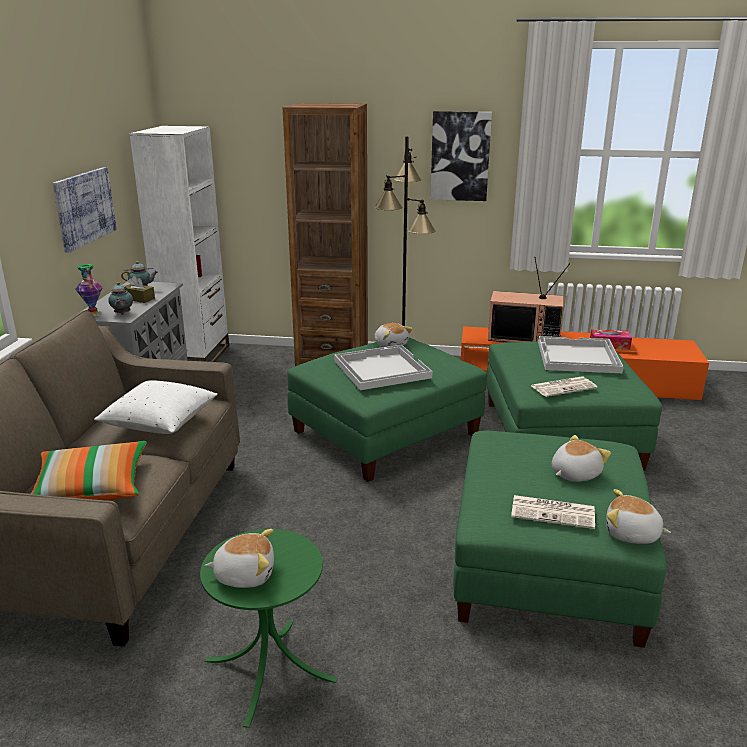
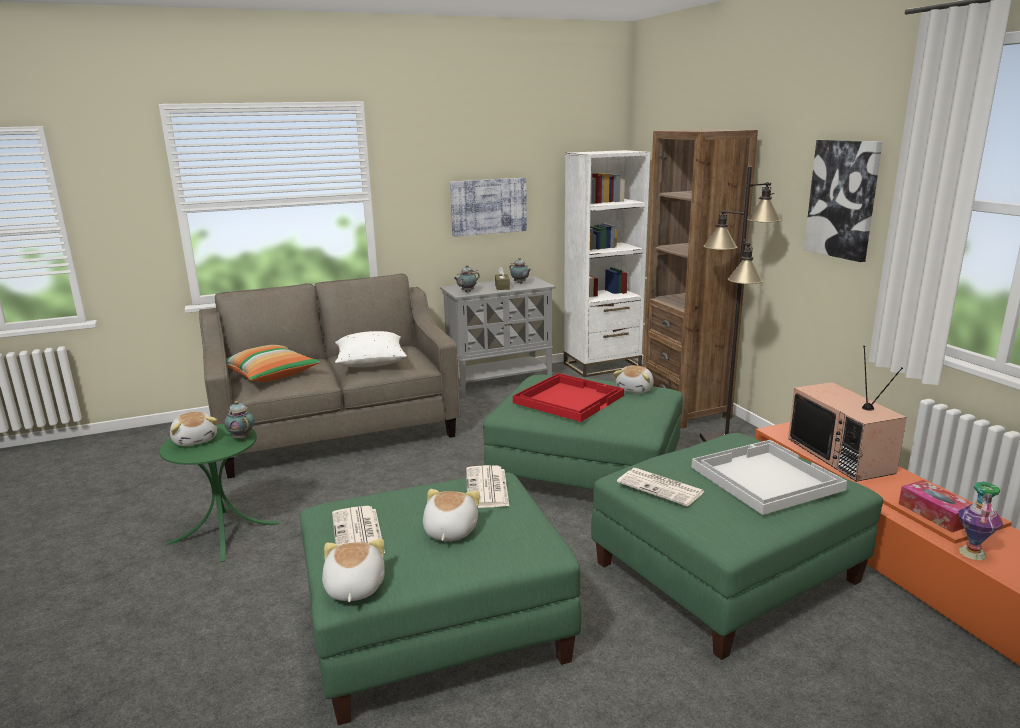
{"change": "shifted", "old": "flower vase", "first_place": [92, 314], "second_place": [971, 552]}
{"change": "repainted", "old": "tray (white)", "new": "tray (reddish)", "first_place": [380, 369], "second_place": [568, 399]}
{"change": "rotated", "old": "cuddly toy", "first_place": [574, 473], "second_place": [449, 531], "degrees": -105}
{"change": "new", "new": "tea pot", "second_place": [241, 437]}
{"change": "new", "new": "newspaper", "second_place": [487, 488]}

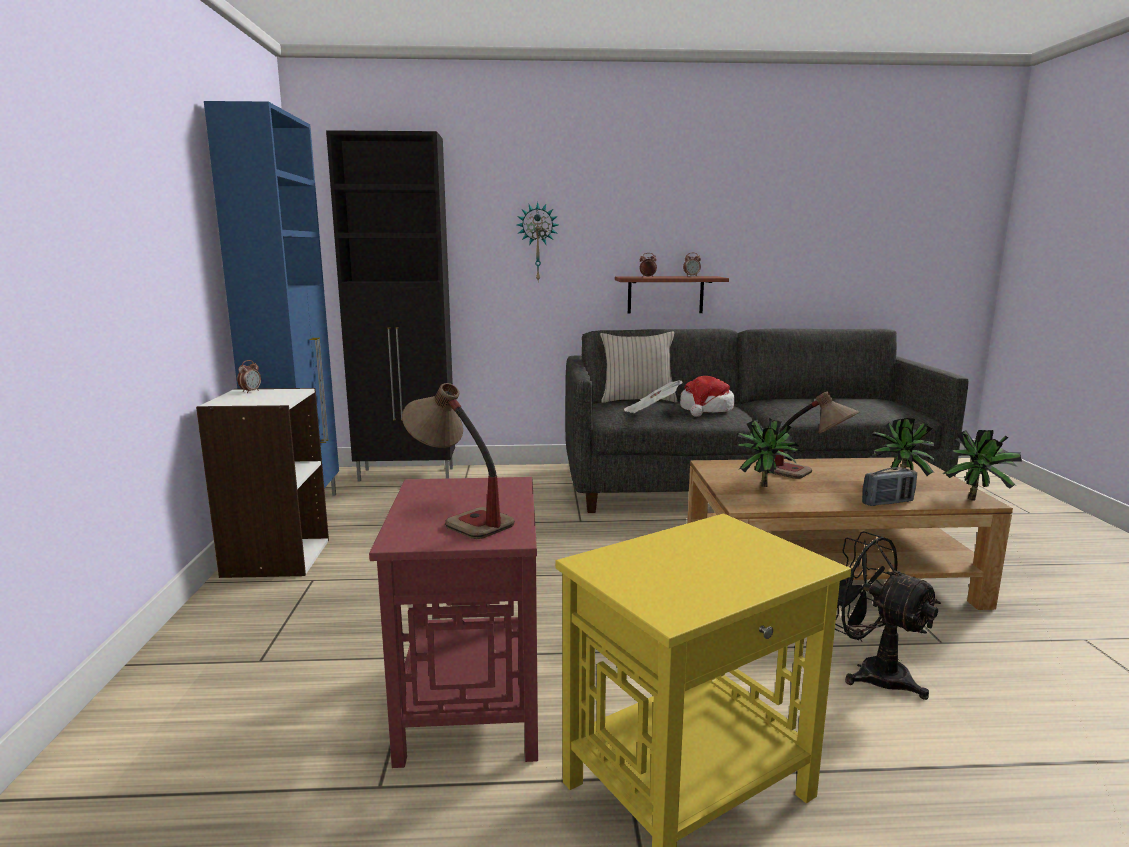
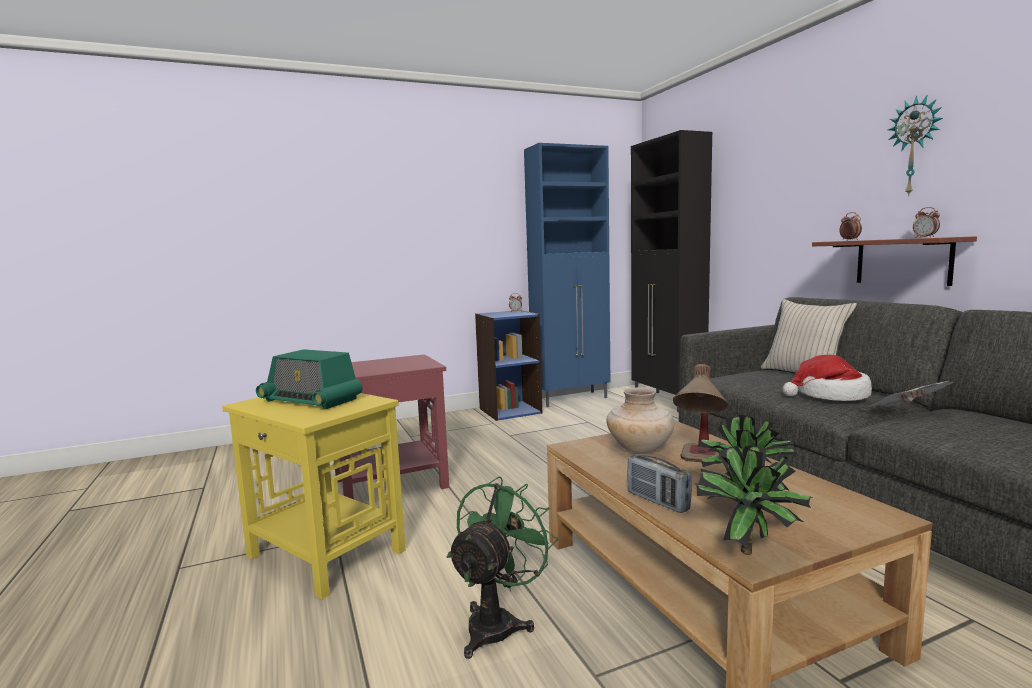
{"change": "shifted", "old": "clock on the wall", "first_place": [537, 242], "second_place": [915, 146]}
{"change": "shifted", "old": "newspaper", "first_place": [651, 412], "second_place": [904, 414]}
{"change": "gone", "old": "tabletop lamp", "first_place": [458, 517]}
{"change": "repainted", "old": "bookcase (white)", "new": "bookcase (bluish)", "first_place": [275, 558], "second_place": [510, 410]}
{"change": "swapped", "old": "plant in a pot", "new": "flower vase (beige-coloured)", "first_place": [764, 485], "second_place": [640, 449]}
{"change": "repainted", "old": "fan (black)", "new": "fan (greenish)", "first_place": [871, 672], "second_place": [498, 622]}
{"change": "new", "new": "radio receiver", "second_place": [311, 400]}

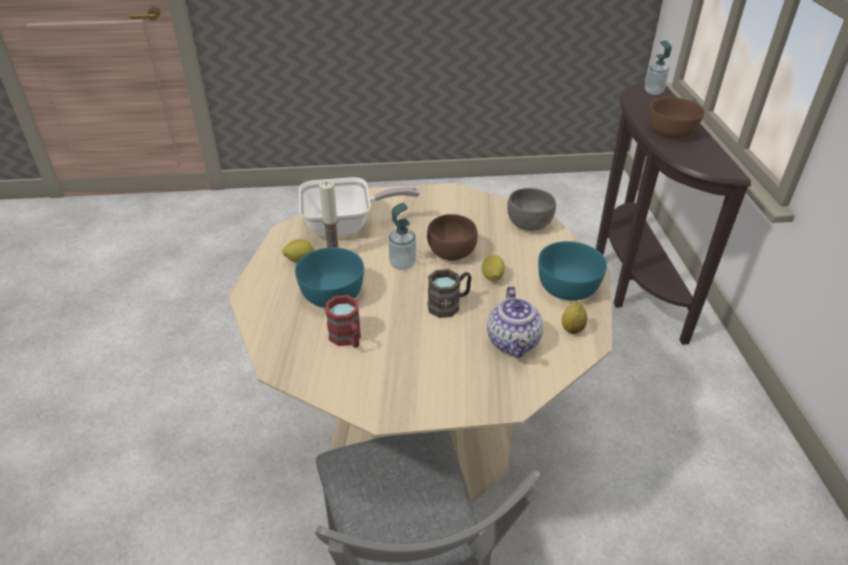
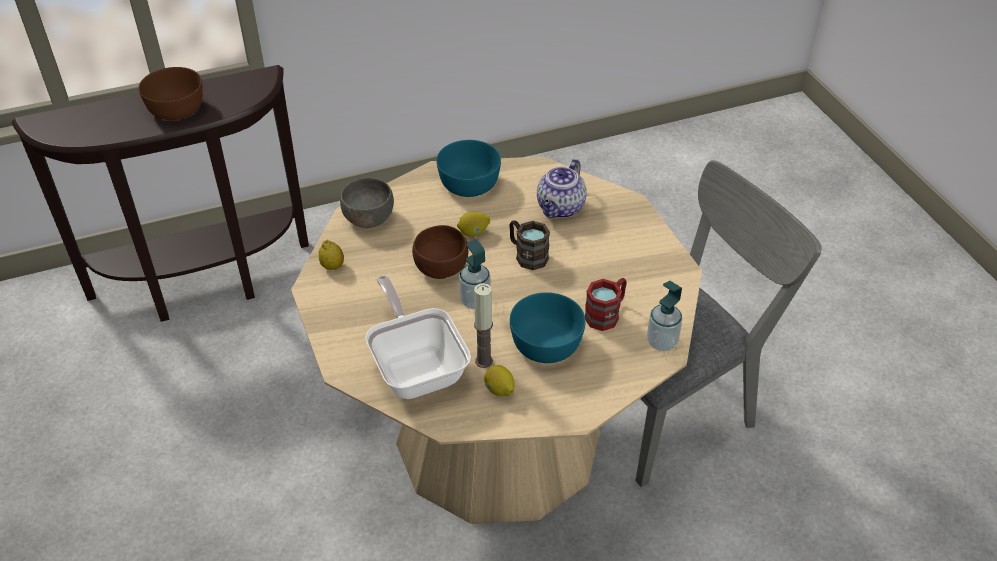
{"change": "shifted", "old": "soap bottle", "first_place": [653, 92], "second_place": [661, 342]}
{"change": "rotated", "old": "tea pot", "first_place": [514, 343], "second_place": [560, 208], "degrees": 135}
{"change": "shifted", "old": "citrus fruit", "first_place": [572, 329], "second_place": [332, 266]}

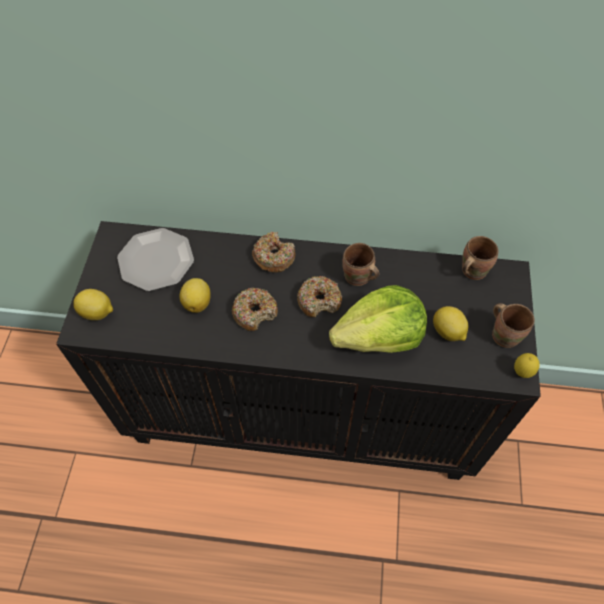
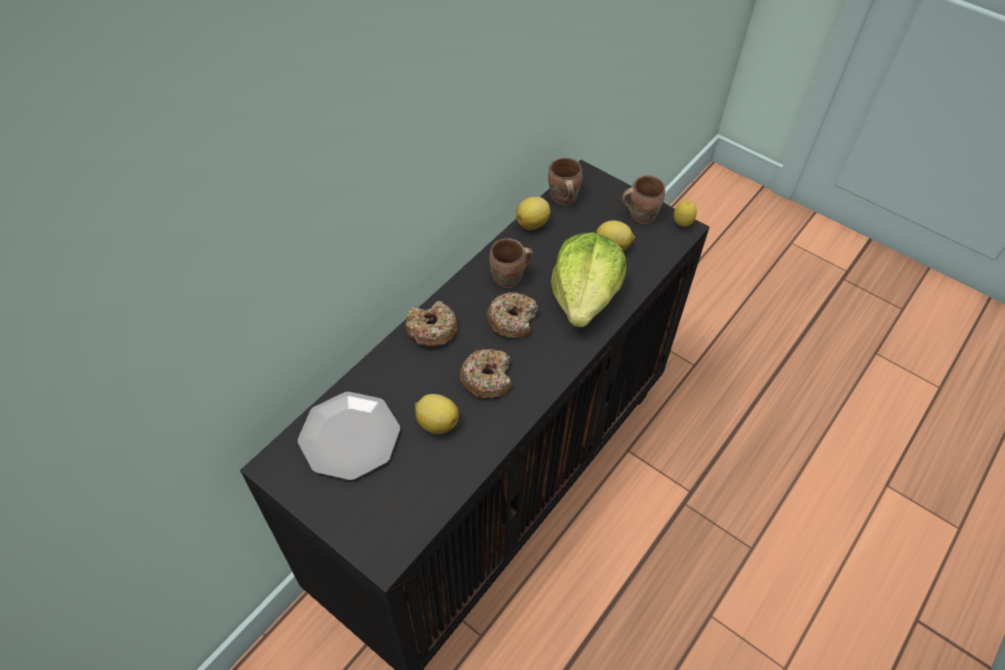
{"change": "shifted", "old": "citrus fruit", "first_place": [97, 313], "second_place": [533, 224]}

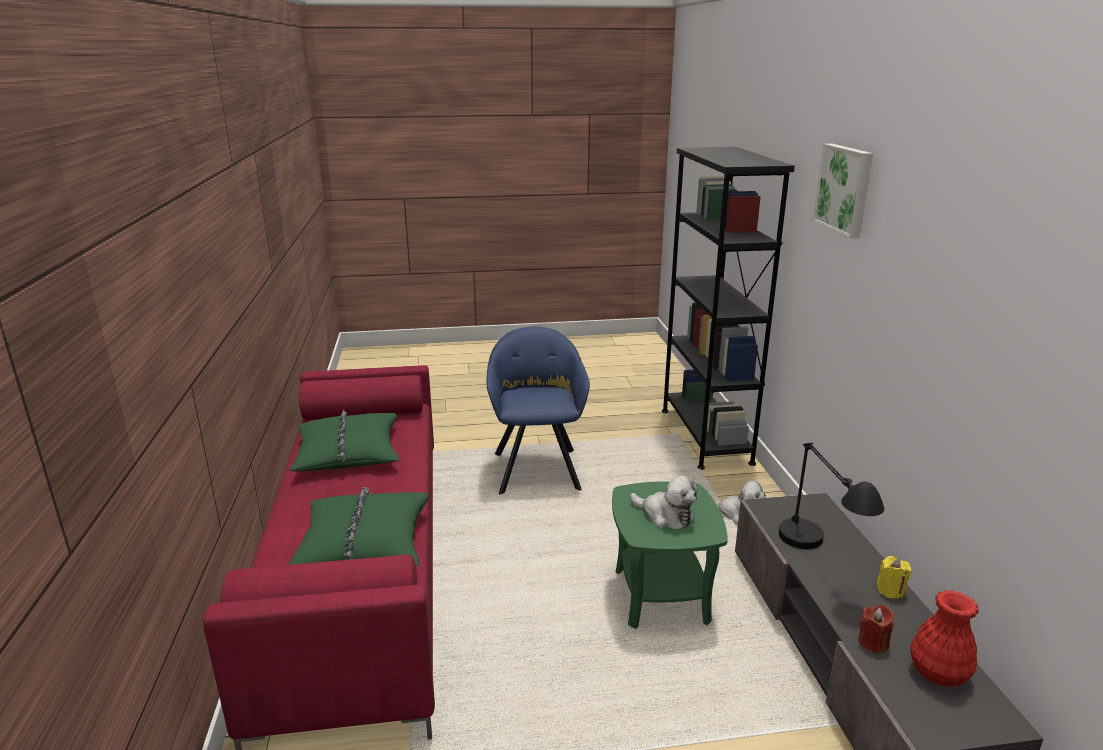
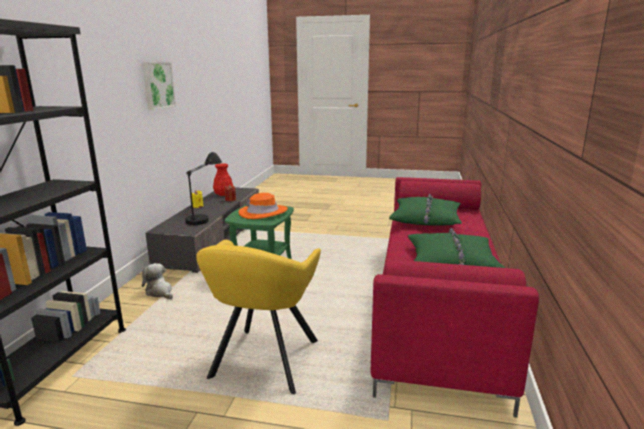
{"change": "shifted", "old": "wall art", "first_place": [845, 189], "second_place": [157, 85]}
{"change": "repainted", "old": "lounge chair (bluish)", "new": "lounge chair (yellow-coloured)", "first_place": [537, 468], "second_place": [263, 362]}
{"change": "swapped", "old": "cuddly toy", "new": "clothing hat (orangey)", "first_place": [665, 515], "second_place": [263, 212]}

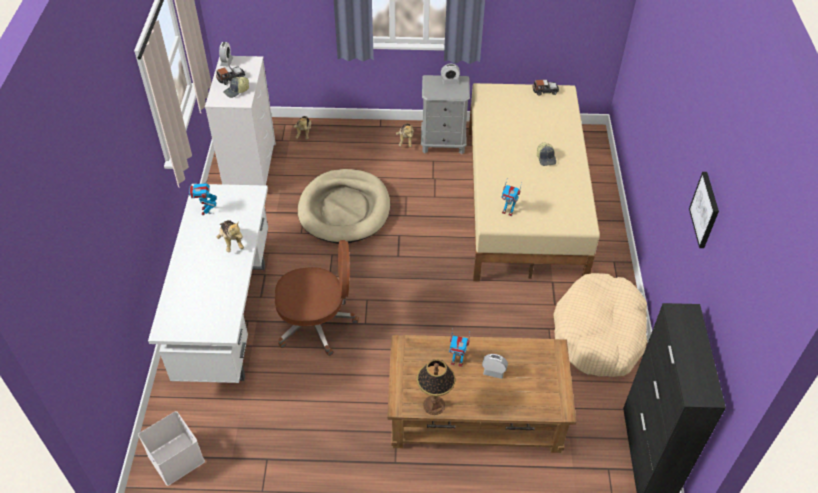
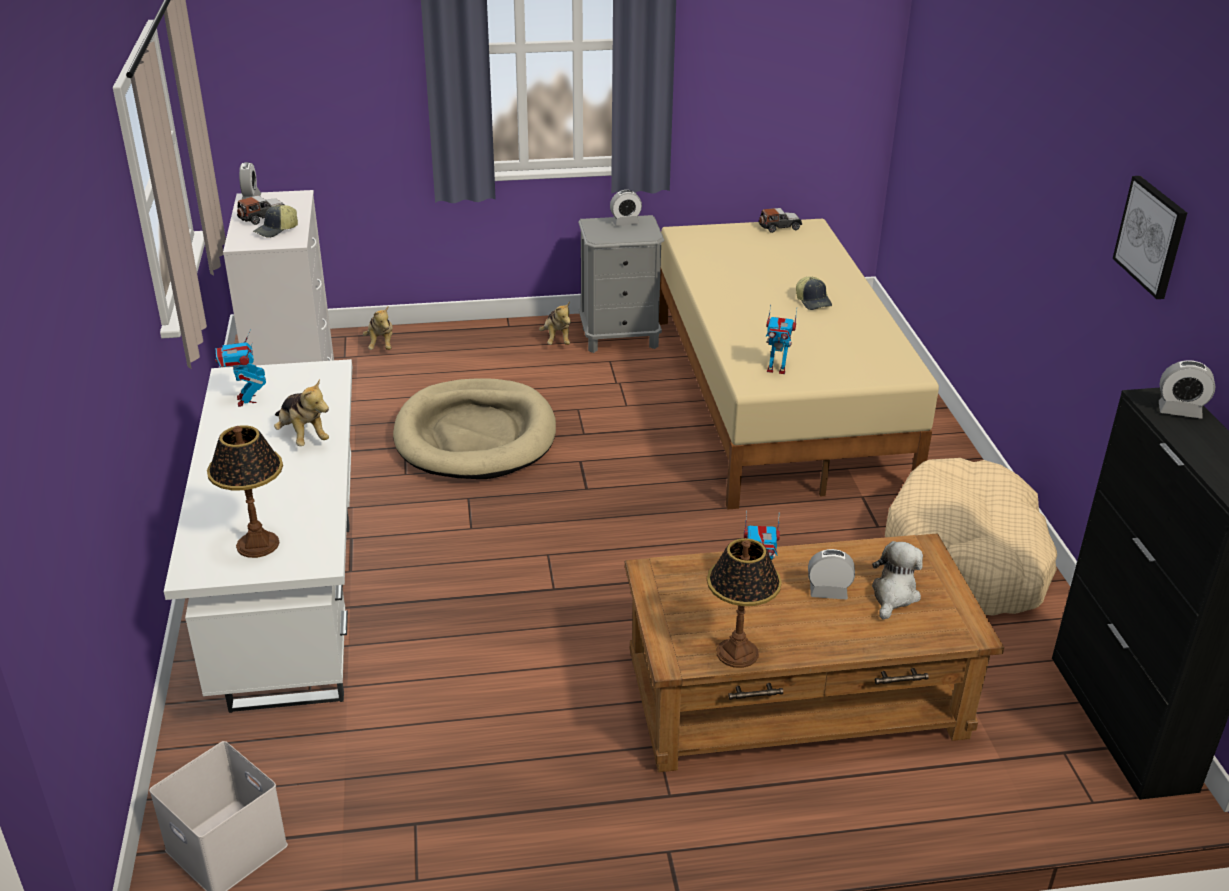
{"change": "gone", "old": "computer chair (brown-coloured)", "first_place": [317, 323]}
{"change": "new", "new": "table clock", "second_place": [1179, 411]}
{"change": "new", "new": "tabletop lamp", "second_place": [258, 544]}
{"change": "new", "new": "cuddly toy", "second_place": [894, 595]}

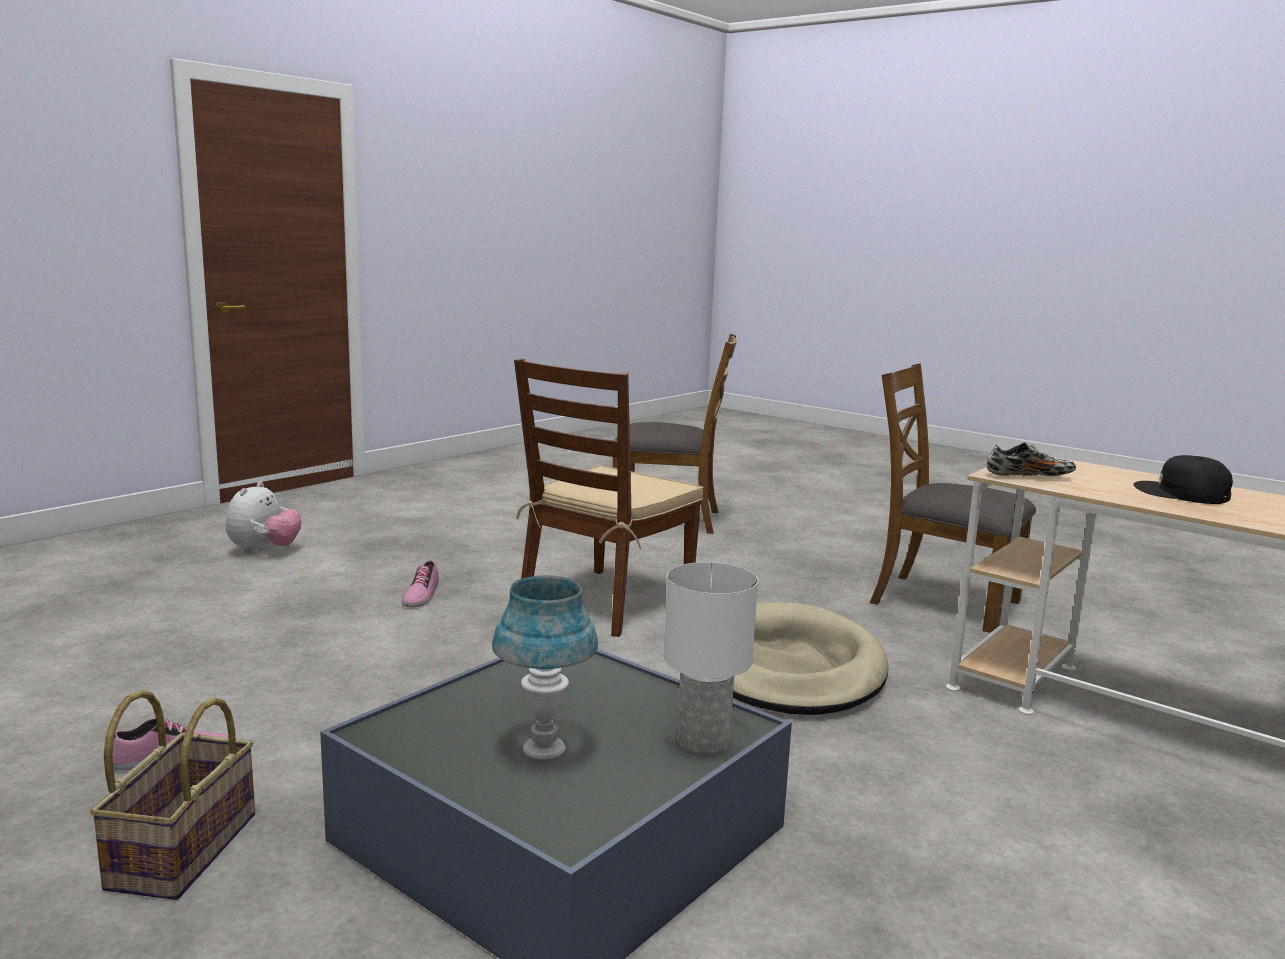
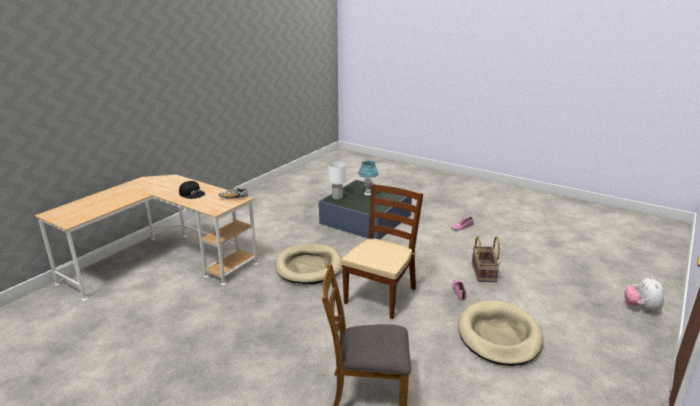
{"change": "gone", "old": "chair (brown-coloured)", "first_place": [943, 602]}
{"change": "shifted", "old": "cuddly toy", "first_place": [264, 550], "second_place": [641, 308]}
{"change": "shifted", "old": "storage basket", "first_place": [181, 850], "second_place": [484, 273]}
{"change": "new", "new": "dog bed (beige-coloured)", "second_place": [499, 336]}

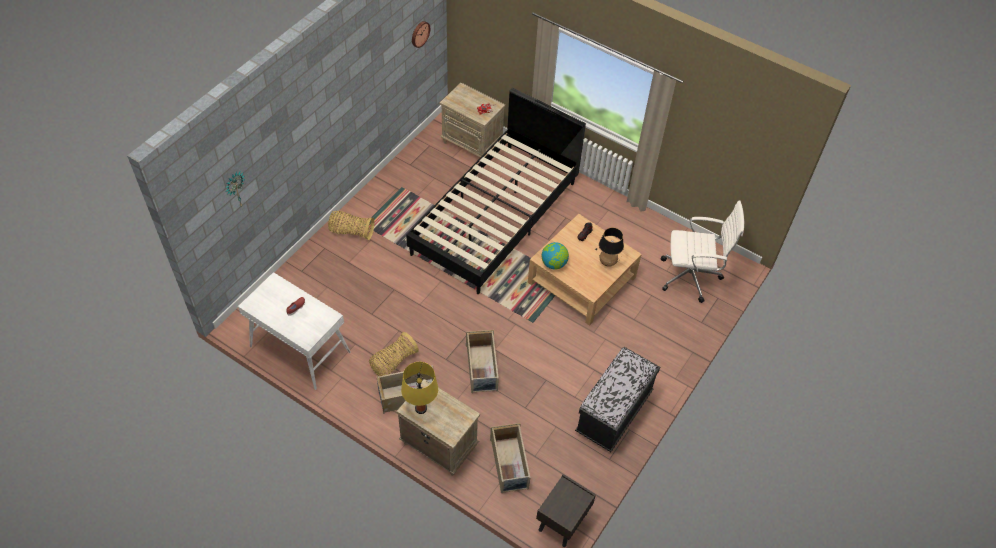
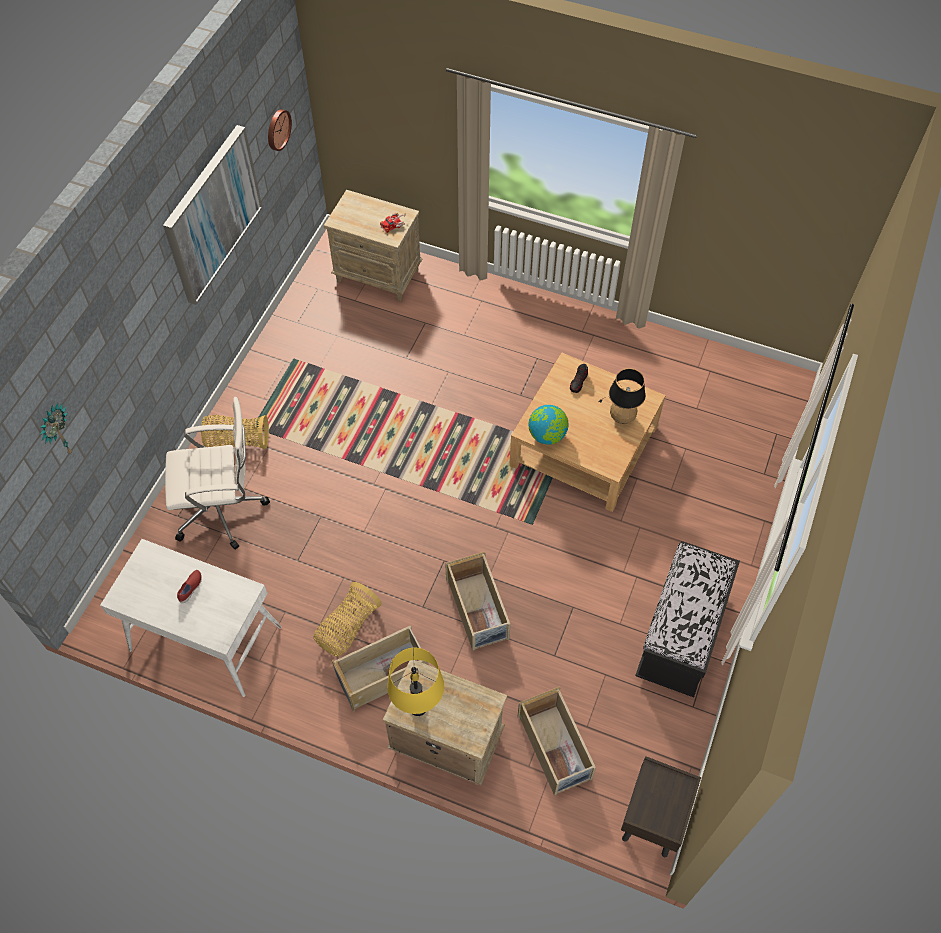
{"change": "gone", "old": "bed (black)", "first_place": [495, 217]}
{"change": "shifted", "old": "computer chair (white)", "first_place": [692, 276], "second_place": [222, 509]}
{"change": "new", "new": "wall art", "second_place": [212, 214]}

